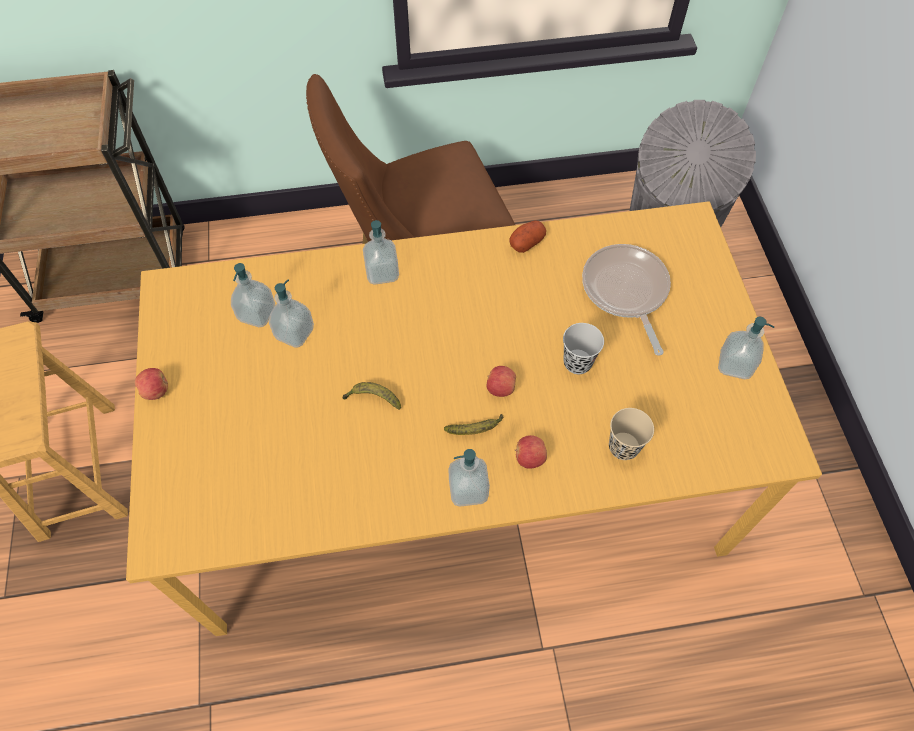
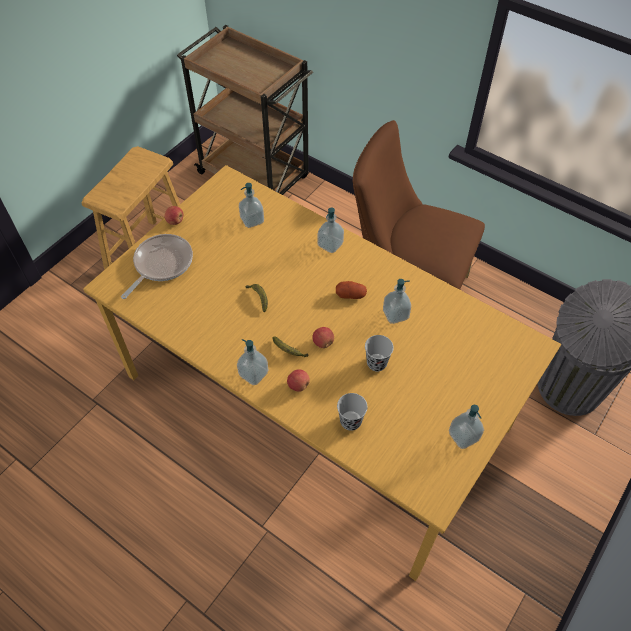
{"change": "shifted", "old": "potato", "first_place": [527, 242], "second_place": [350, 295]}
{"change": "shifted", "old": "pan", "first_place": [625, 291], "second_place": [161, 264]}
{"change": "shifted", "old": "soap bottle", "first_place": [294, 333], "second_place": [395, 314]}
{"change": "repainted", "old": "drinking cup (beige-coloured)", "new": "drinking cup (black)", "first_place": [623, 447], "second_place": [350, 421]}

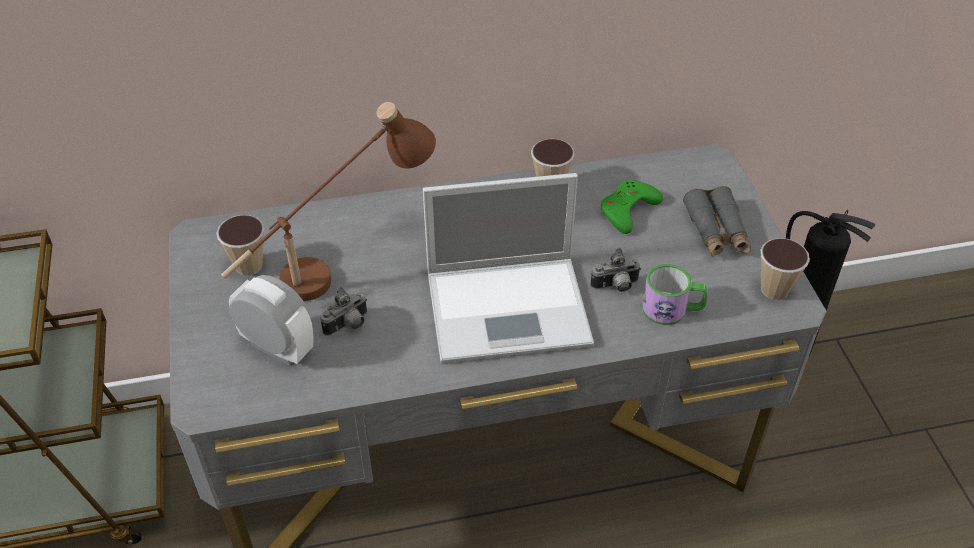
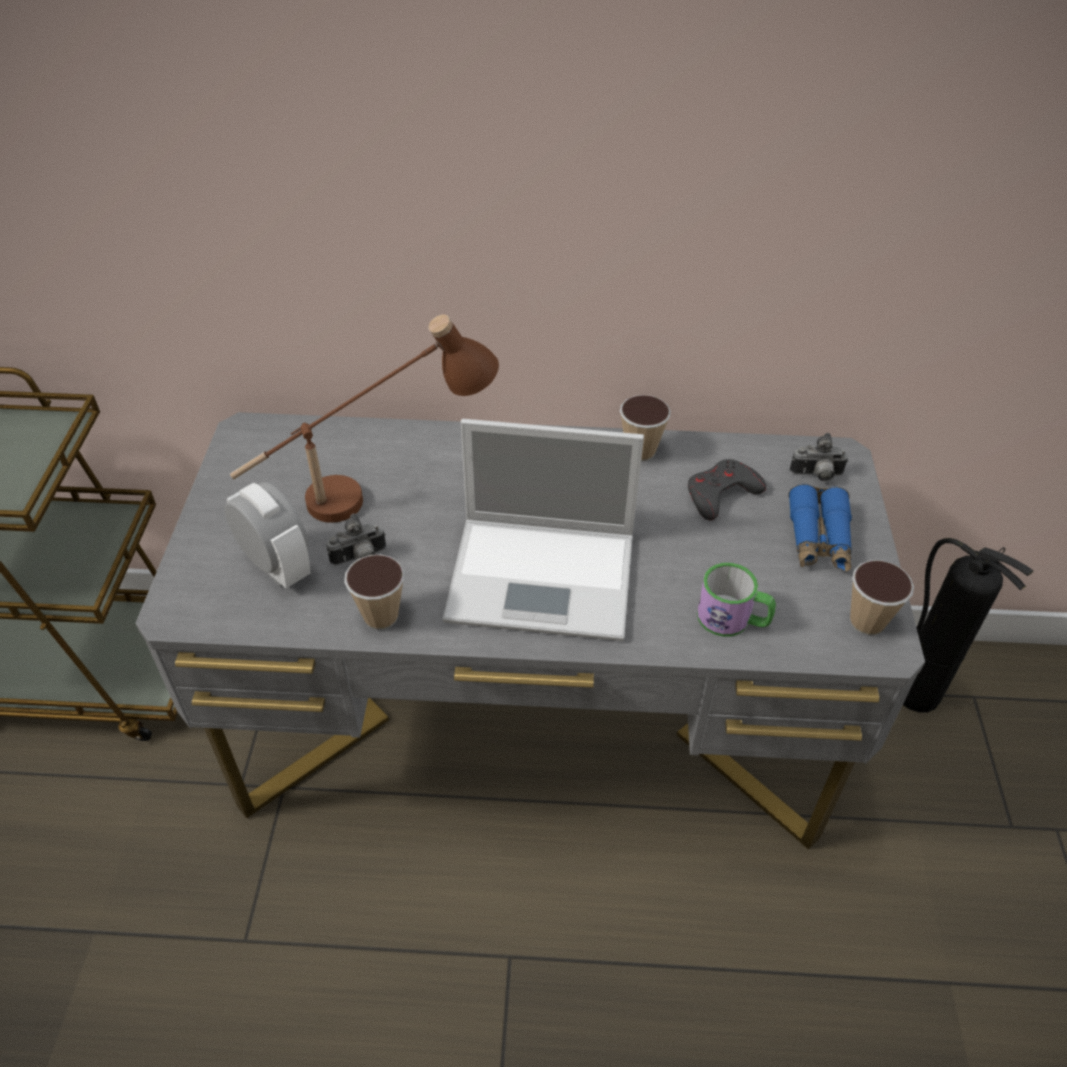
{"change": "repainted", "old": "gamepad (greenish)", "new": "gamepad (grey)", "first_place": [628, 210], "second_place": [721, 494]}
{"change": "repainted", "old": "binoculars (grey)", "new": "binoculars (bluish)", "first_place": [716, 231], "second_place": [818, 538]}
{"change": "shifted", "old": "drinking cup", "first_place": [249, 266], "second_place": [381, 616]}
{"change": "shifted", "old": "still camera", "first_place": [615, 287], "second_place": [816, 476]}

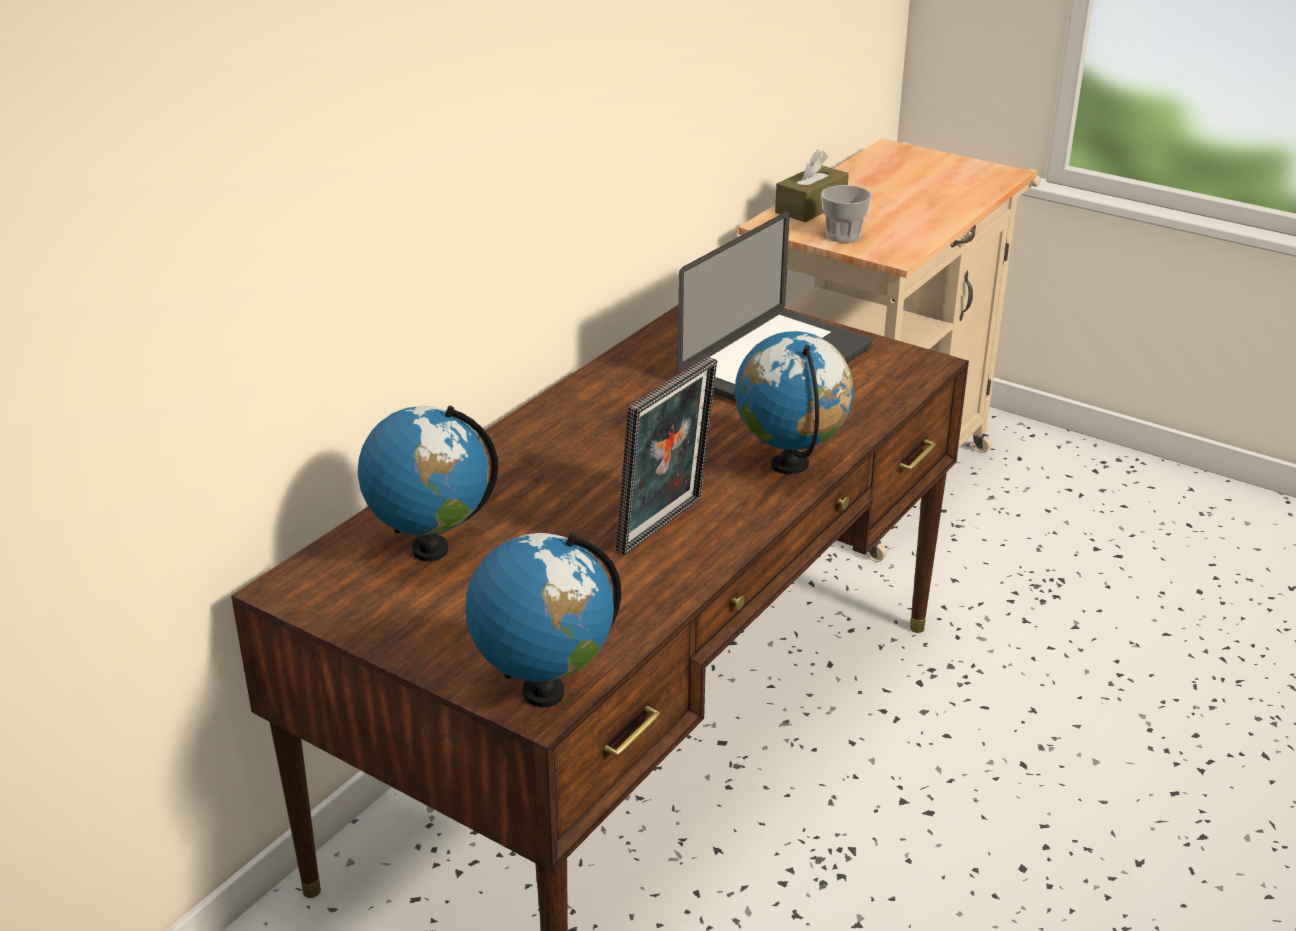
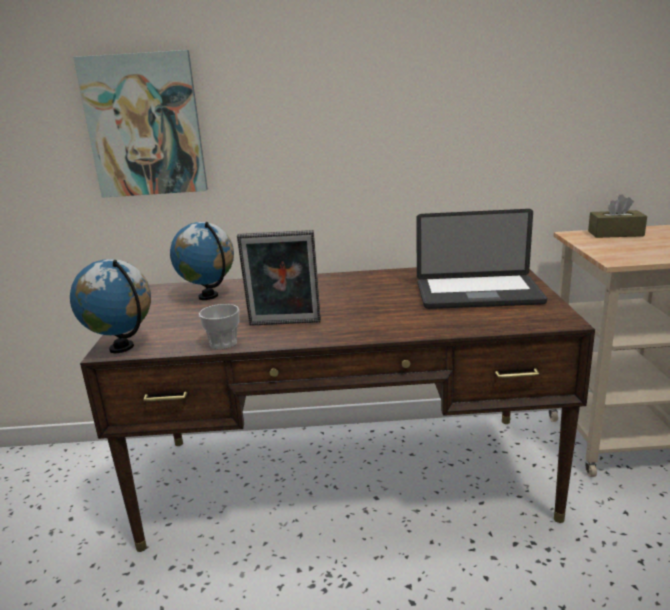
{"change": "shifted", "old": "drinking cup", "first_place": [843, 236], "second_place": [223, 343]}
{"change": "gone", "old": "world globe", "first_place": [790, 465]}
{"change": "new", "new": "wall art", "second_place": [145, 125]}

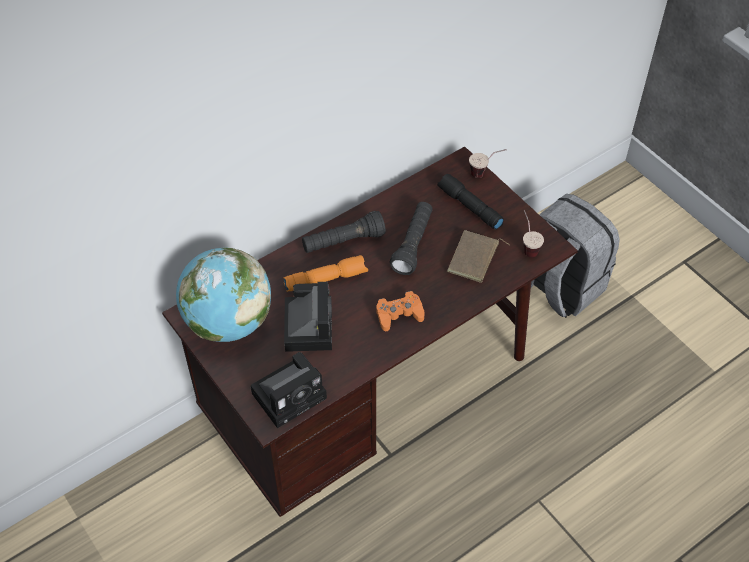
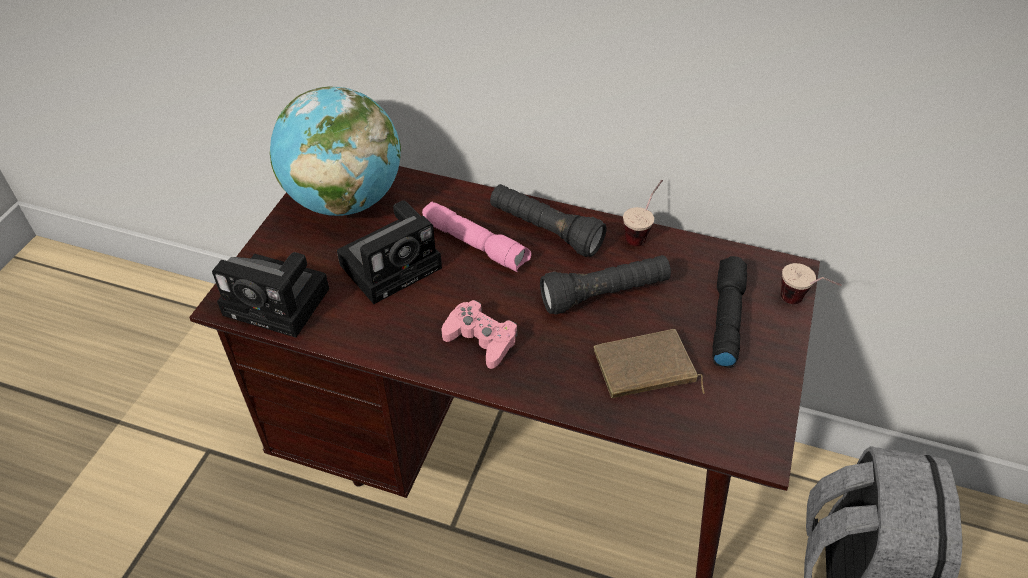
{"change": "shifted", "old": "drinking cup", "first_place": [527, 246], "second_place": [641, 232]}
{"change": "repainted", "old": "flashlight (orangey)", "new": "flashlight (pink-coloured)", "first_place": [326, 278], "second_place": [476, 244]}
{"change": "repainted", "old": "gamepad (orangey)", "new": "gamepad (pink-coloured)", "first_place": [399, 314], "second_place": [481, 339]}

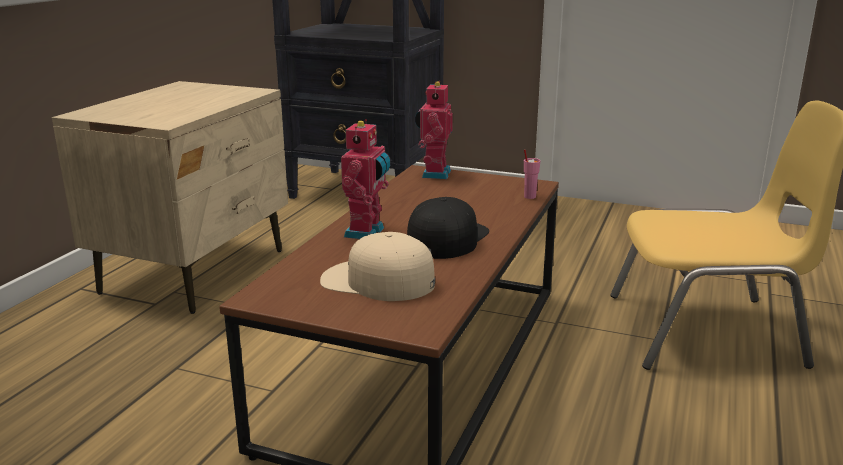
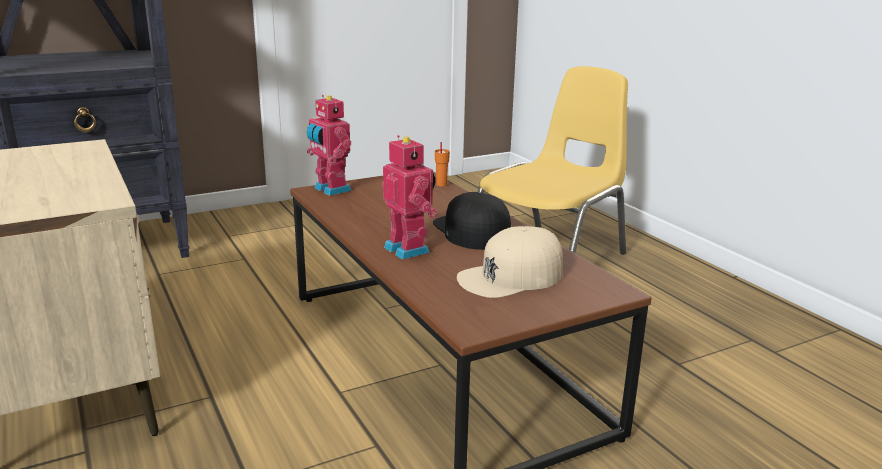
{"change": "repainted", "old": "drinking cup (pink-coloured)", "new": "drinking cup (orangey)", "first_place": [529, 196], "second_place": [441, 184]}

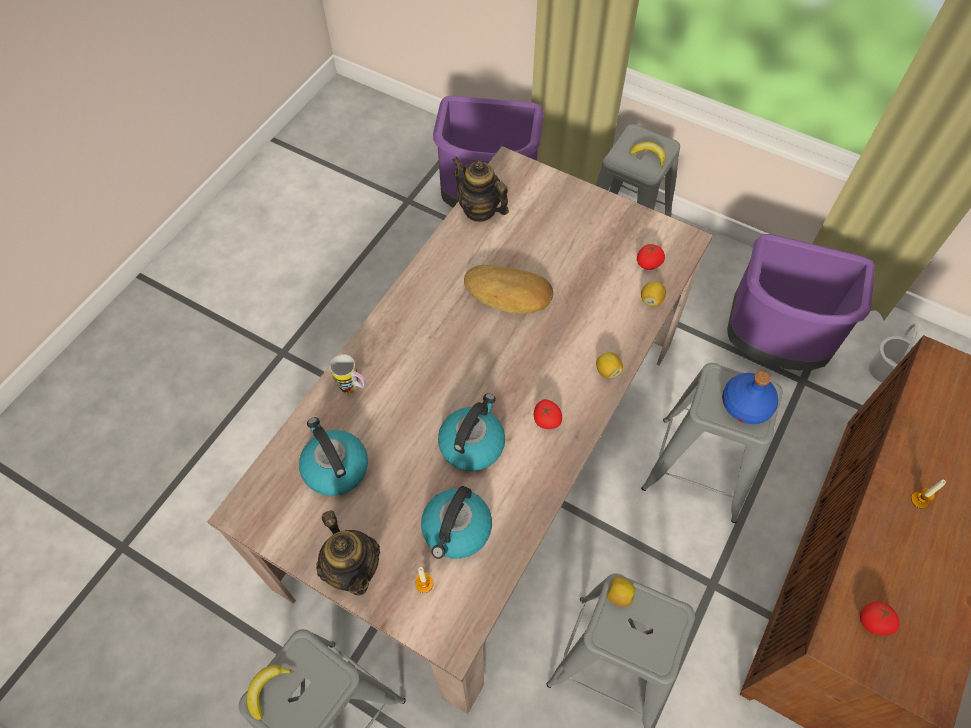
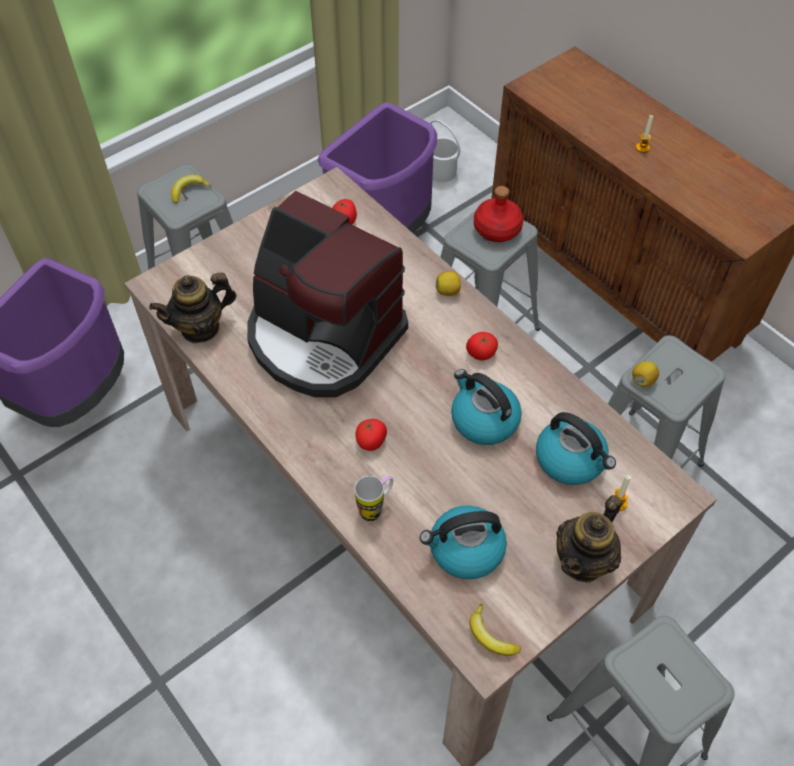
{"change": "swapped", "old": "baked bread", "new": "coffee maker", "first_place": [508, 294], "second_place": [323, 338]}
{"change": "gone", "old": "citrus fruit", "first_place": [651, 300]}
{"change": "repainted", "old": "bottle (bluish)", "new": "bottle (reddish)", "first_place": [746, 405], "second_place": [497, 229]}
{"change": "rotated", "old": "tea pot", "first_place": [353, 567], "second_place": [584, 561], "degrees": 135}
{"change": "shifted", "old": "tomato", "first_place": [874, 622], "second_place": [371, 441]}
{"change": "shifted", "old": "banana fruit", "first_place": [266, 689], "second_place": [490, 636]}

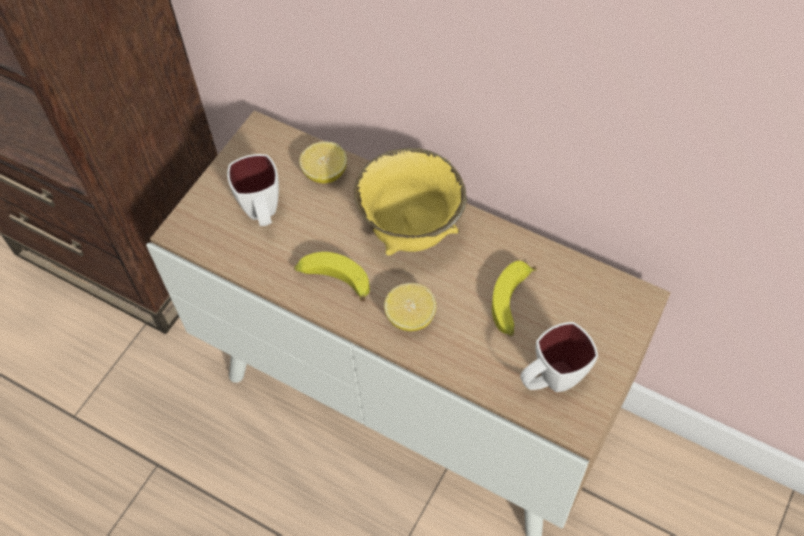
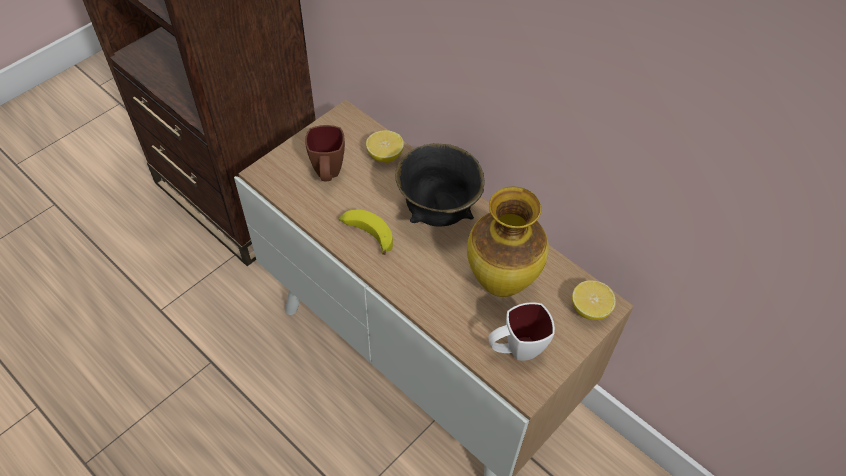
{"change": "repainted", "old": "serving bowl (yellow-coloured)", "new": "serving bowl (black)", "first_place": [410, 233], "second_place": [437, 214]}
{"change": "repainted", "old": "coffee mug (white)", "new": "coffee mug (brown-coloured)", "first_place": [263, 215], "second_place": [328, 175]}
{"change": "swapped", "old": "banana fruit", "new": "flower vase", "first_place": [512, 304], "second_place": [501, 284]}
{"change": "shifted", "old": "citrus fruit", "first_place": [410, 317], "second_place": [590, 309]}

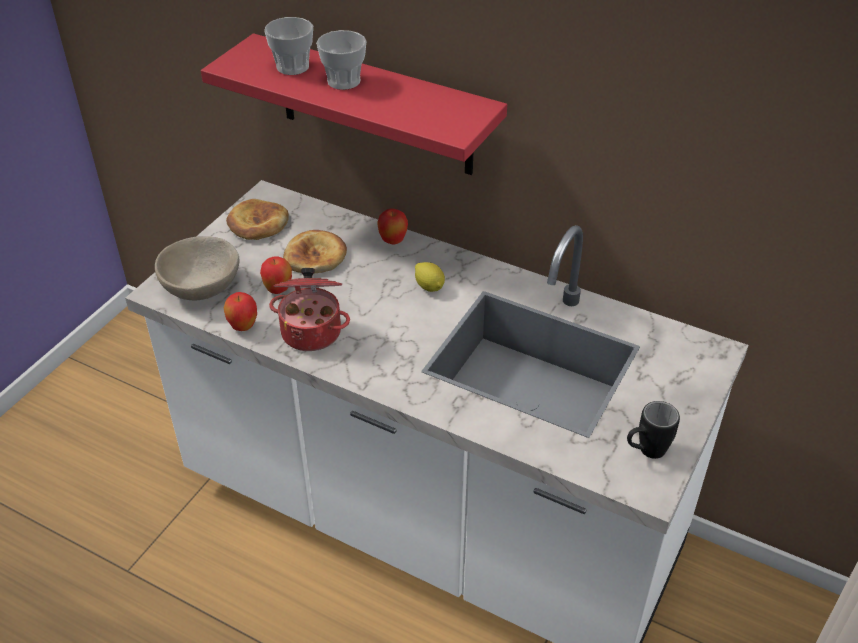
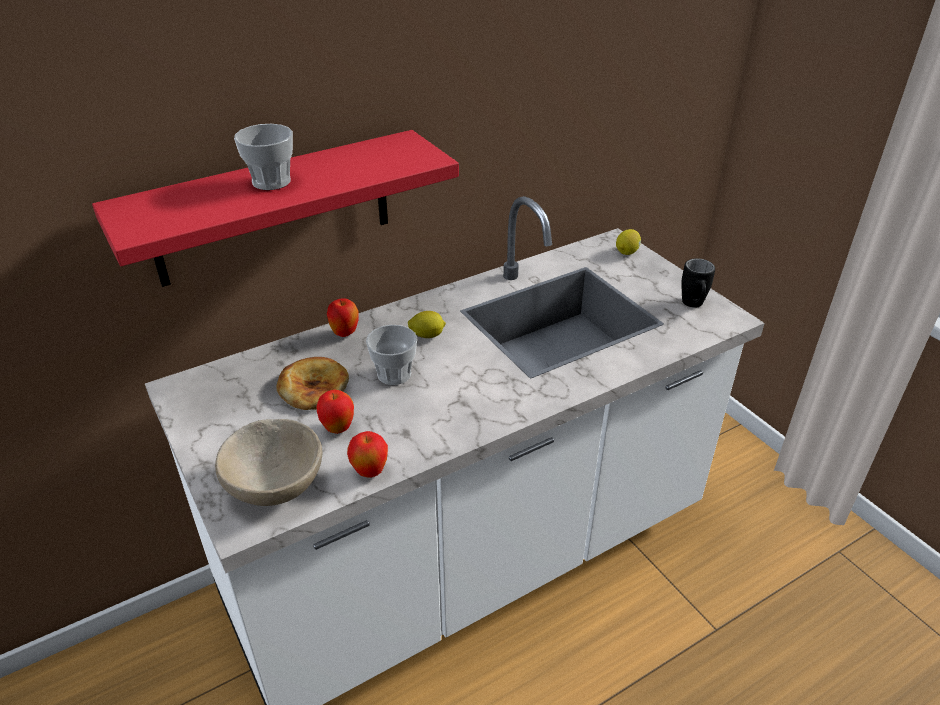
{"change": "shifted", "old": "drinking cup", "first_place": [292, 67], "second_place": [394, 374]}
{"change": "gone", "old": "baked bread", "first_place": [257, 224]}
{"change": "gone", "old": "cooking pot", "first_place": [312, 331]}
{"change": "new", "new": "citrus fruit", "second_place": [627, 252]}

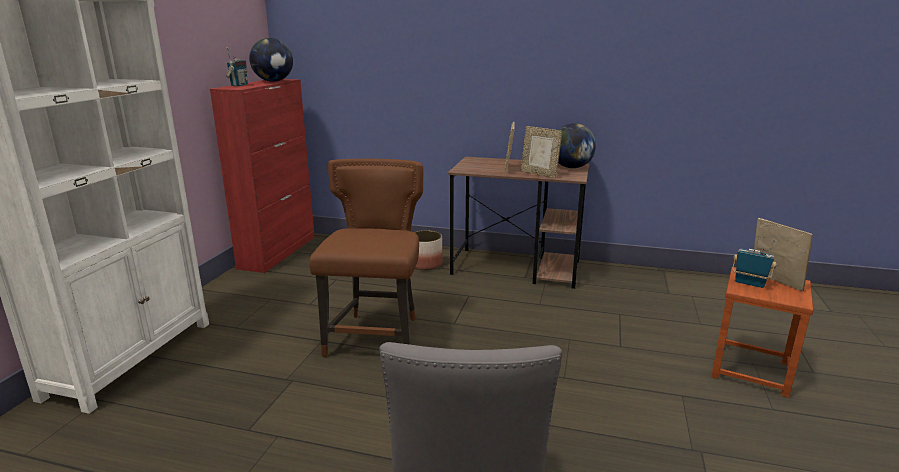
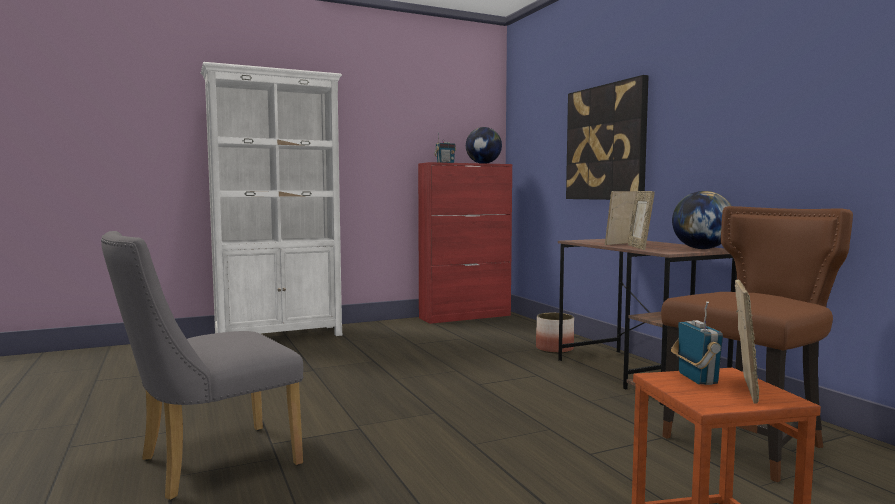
{"change": "shifted", "old": "chair (brown-coloured)", "first_place": [376, 336], "second_place": [749, 444]}
{"change": "new", "new": "wall art", "second_place": [606, 143]}

